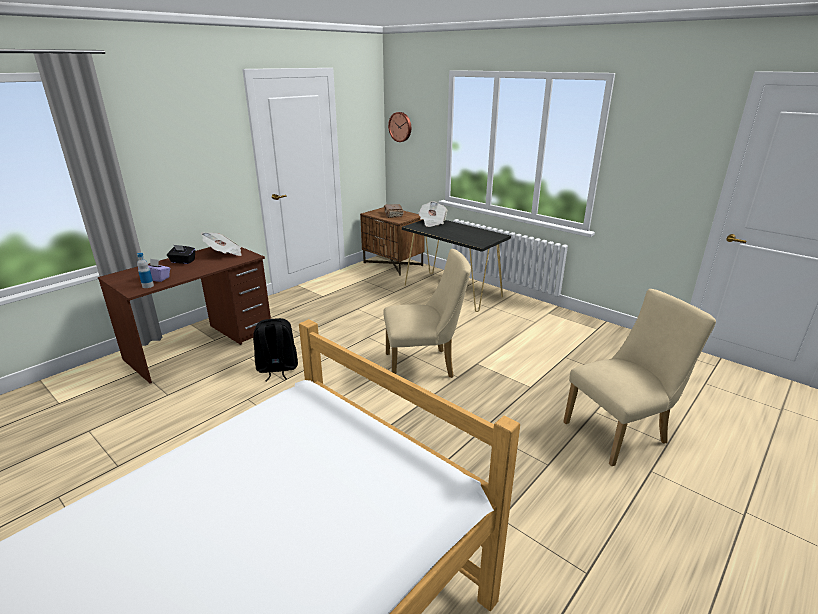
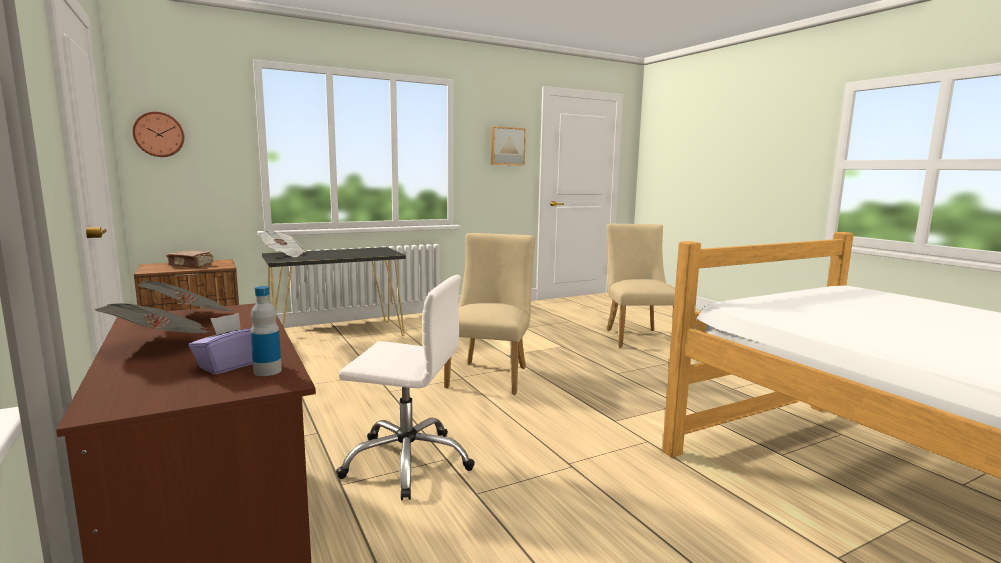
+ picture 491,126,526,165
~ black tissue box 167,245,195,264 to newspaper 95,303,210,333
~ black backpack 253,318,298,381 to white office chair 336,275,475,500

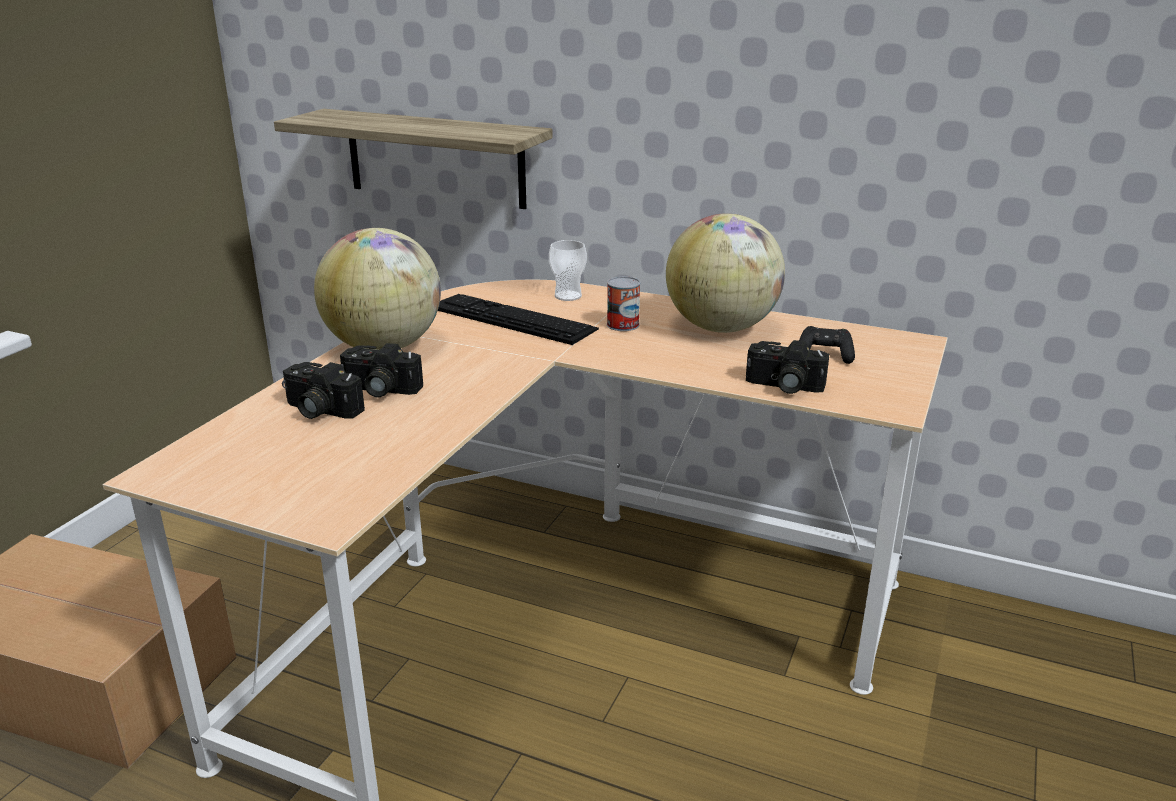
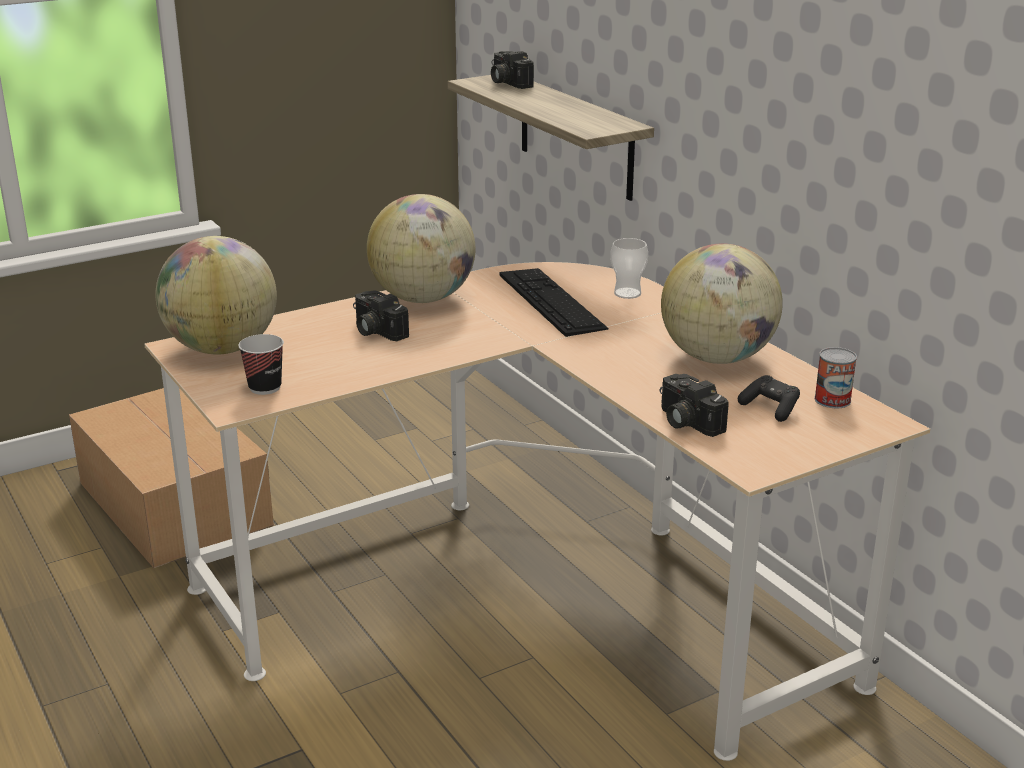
+ globe 155,236,277,354
+ cup 238,334,284,395
~ photo camera 282,362,365,419 to 491,51,534,89
~ can 607,276,641,331 to 814,347,857,408

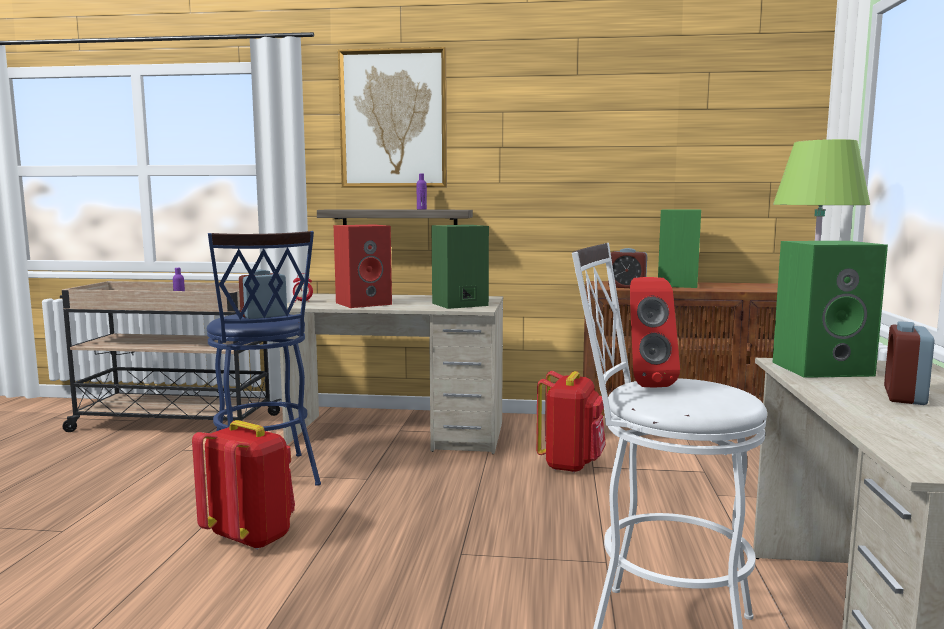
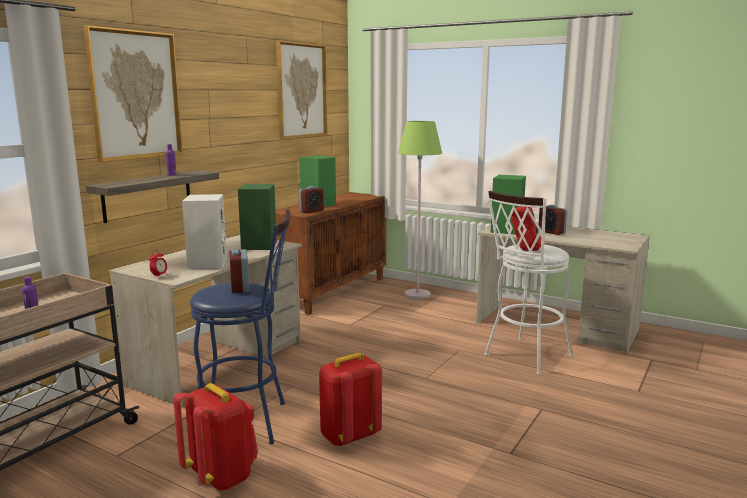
+ picture 276,40,327,140
~ red backpack 536,371,606,473 to 173,383,258,491
~ red speaker 334,224,392,308 to white speaker 182,194,227,269

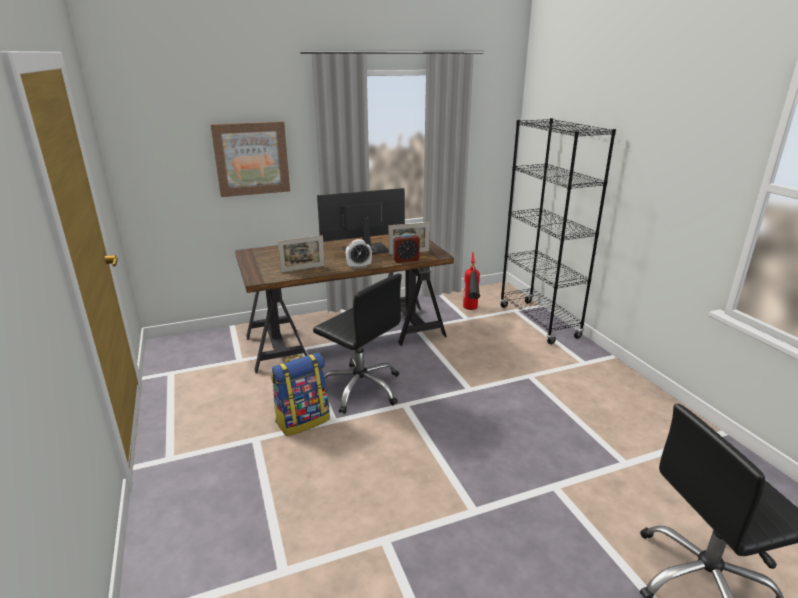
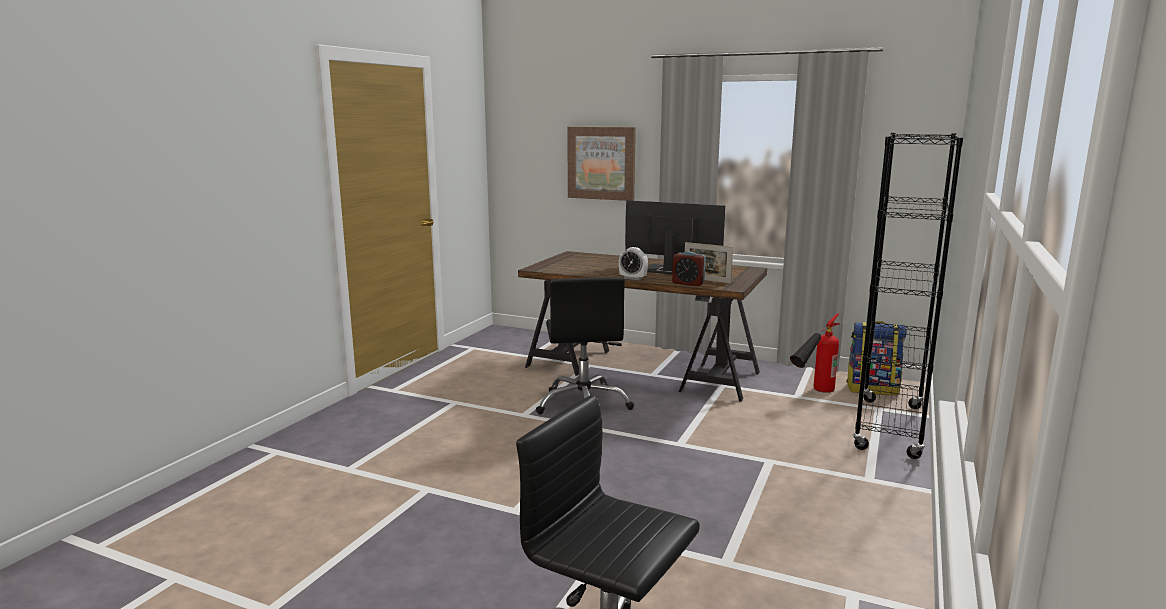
- picture frame 278,235,325,272
~ backpack 271,353,330,436 to 846,321,907,395

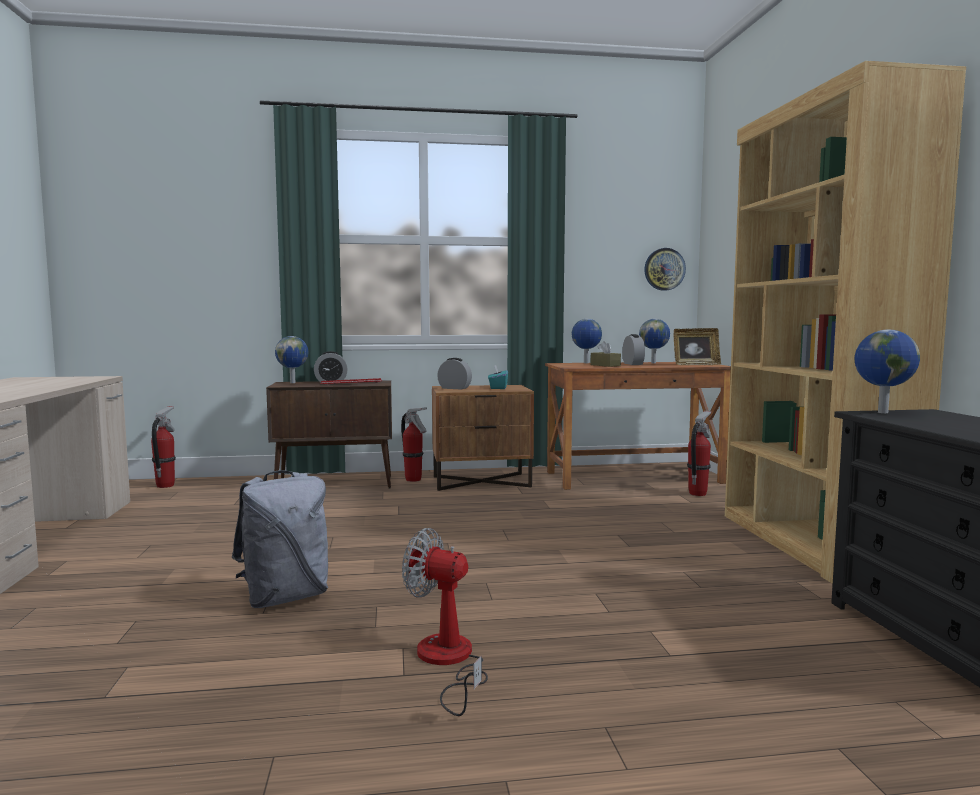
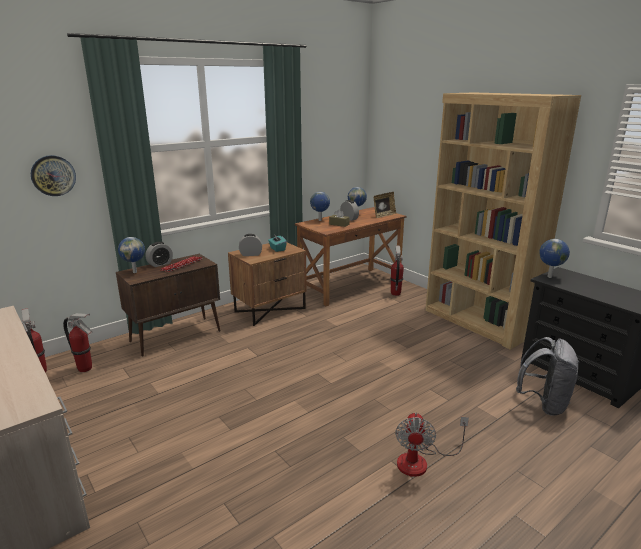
~ grey backpack 232,470,328,608 to 516,337,579,416
~ fire extinguisher 401,407,427,482 to 63,313,92,372
~ wall clock 644,248,686,291 to 31,155,76,196
~ fan 402,528,488,716 = 395,413,469,477 75 degrees counterclockwise

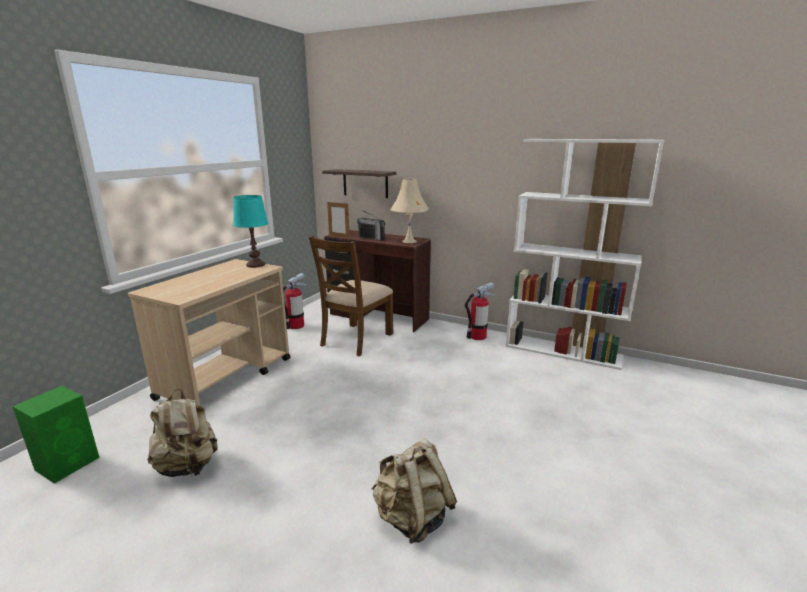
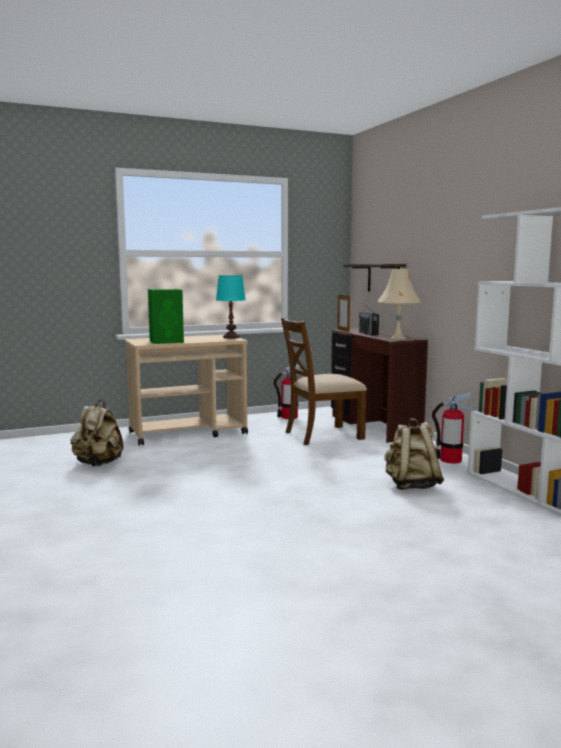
~ green speaker 12,386,100,484 to 148,289,184,344
~ beige backpack 371,438,457,544 to 385,418,444,490

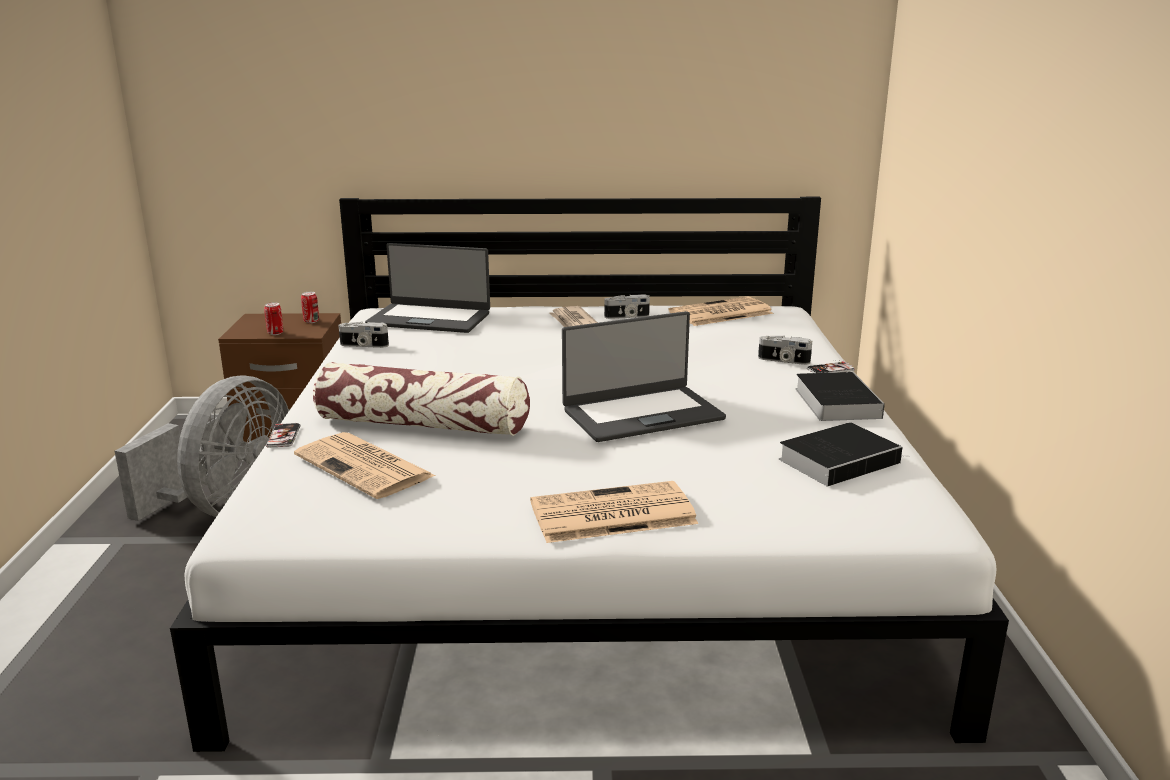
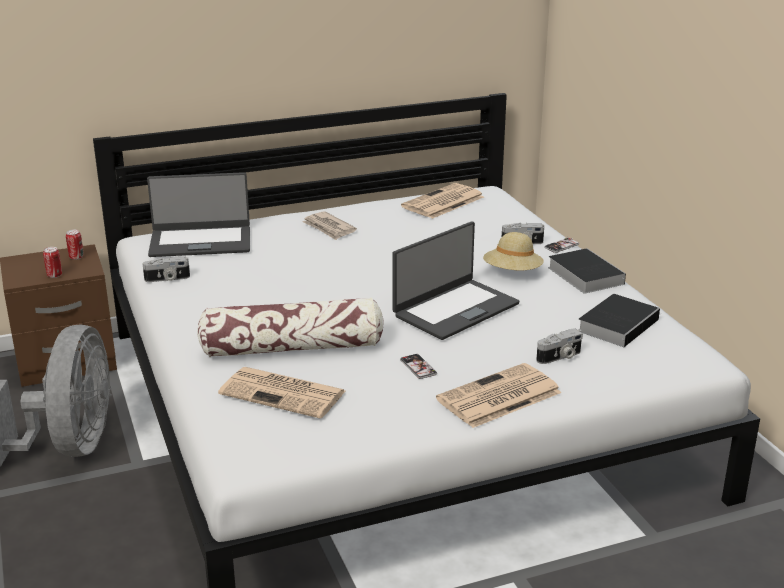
+ beige hat 483,232,544,270
~ phone 266,423,301,447 to 400,354,437,379
~ photo camera 604,294,650,319 to 536,328,583,364

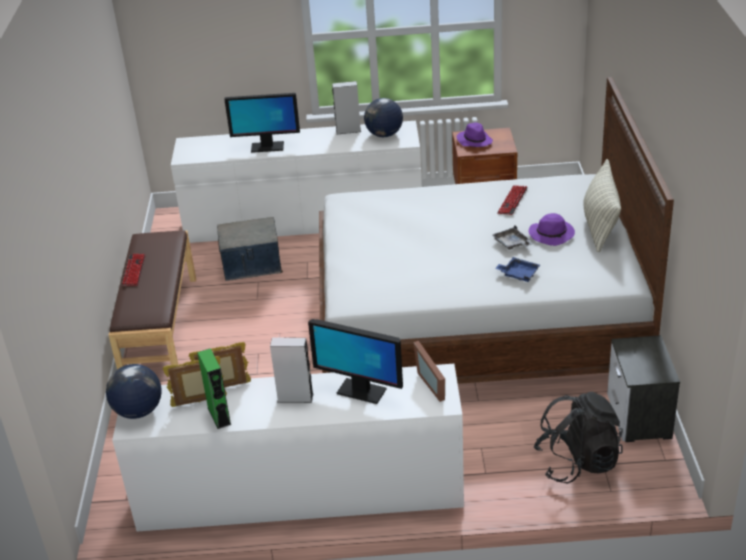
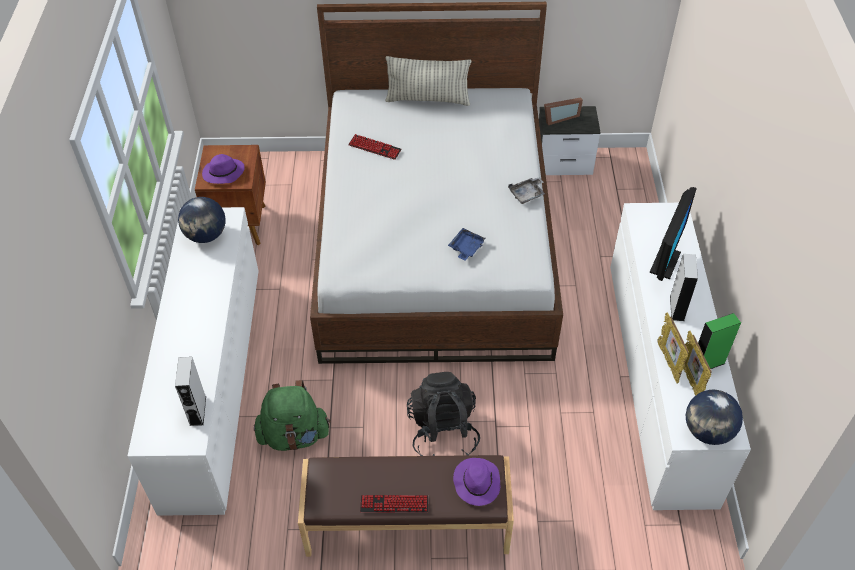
- monitor 224,93,300,153
~ grey speaker 332,81,361,134 to 175,357,206,426
~ picture frame 413,341,445,402 to 544,97,583,125
~ grey tray 492,225,532,250 to 508,177,545,204
~ blue tray 495,257,540,282 to 448,228,486,261
~ purple hat 529,213,575,246 to 453,458,500,506
~ black backpack 534,392,623,483 to 407,372,480,456
~ storage box 217,217,283,281 to green backpack 254,380,331,451

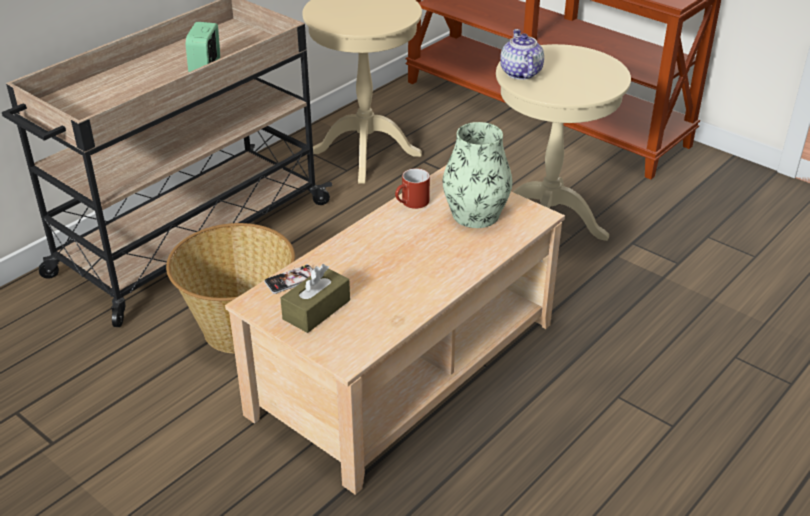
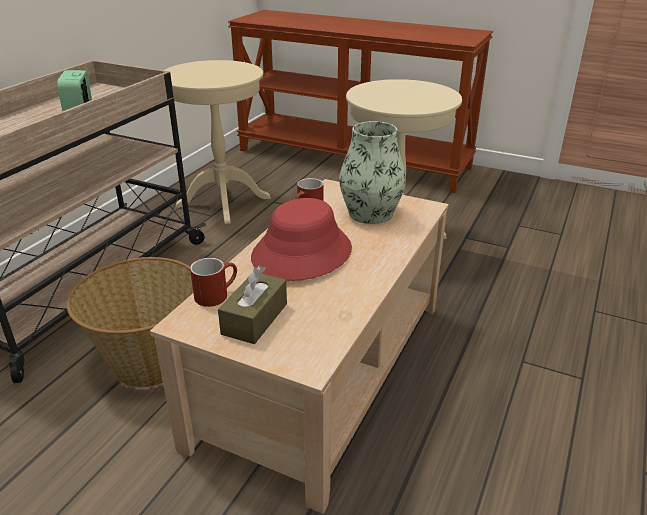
- teapot 500,29,544,80
+ red hat 251,198,352,280
~ phone 264,264,313,294 to red mug 190,258,237,307

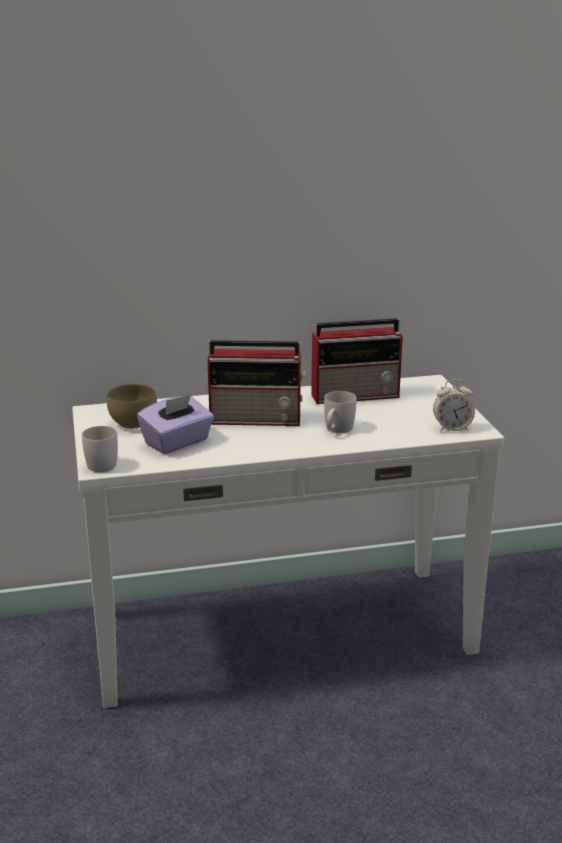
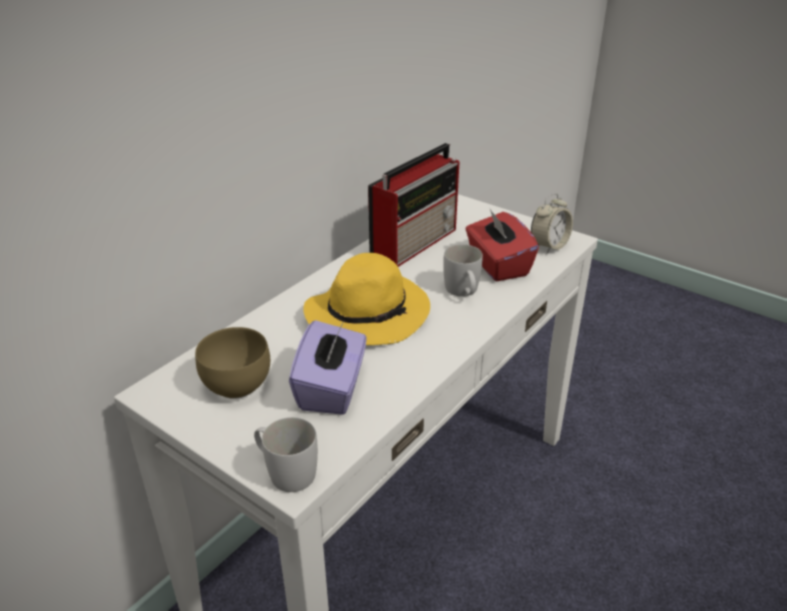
+ red tissue box 466,209,539,281
~ radio 208,340,306,426 to yellow hat 304,253,430,345

